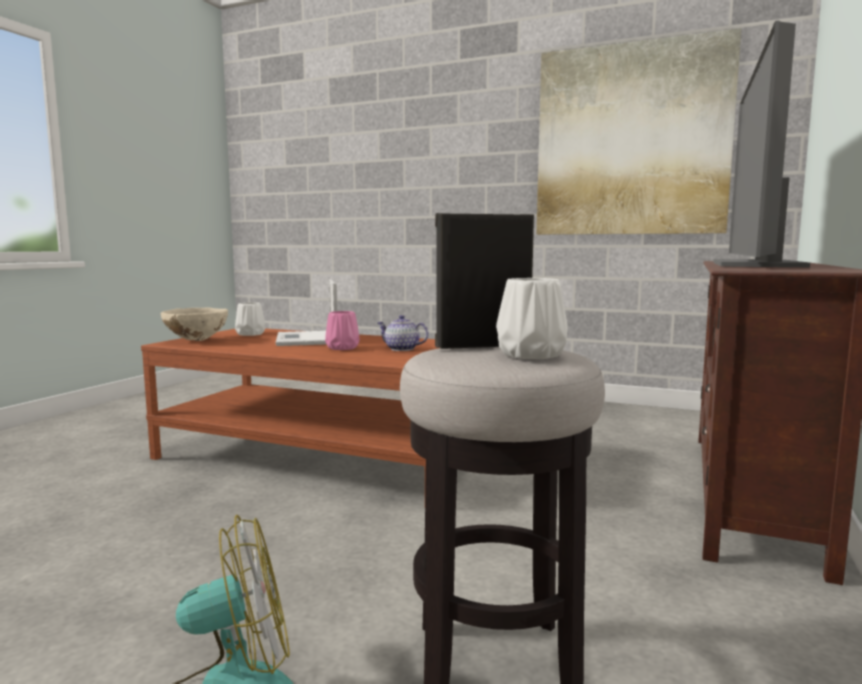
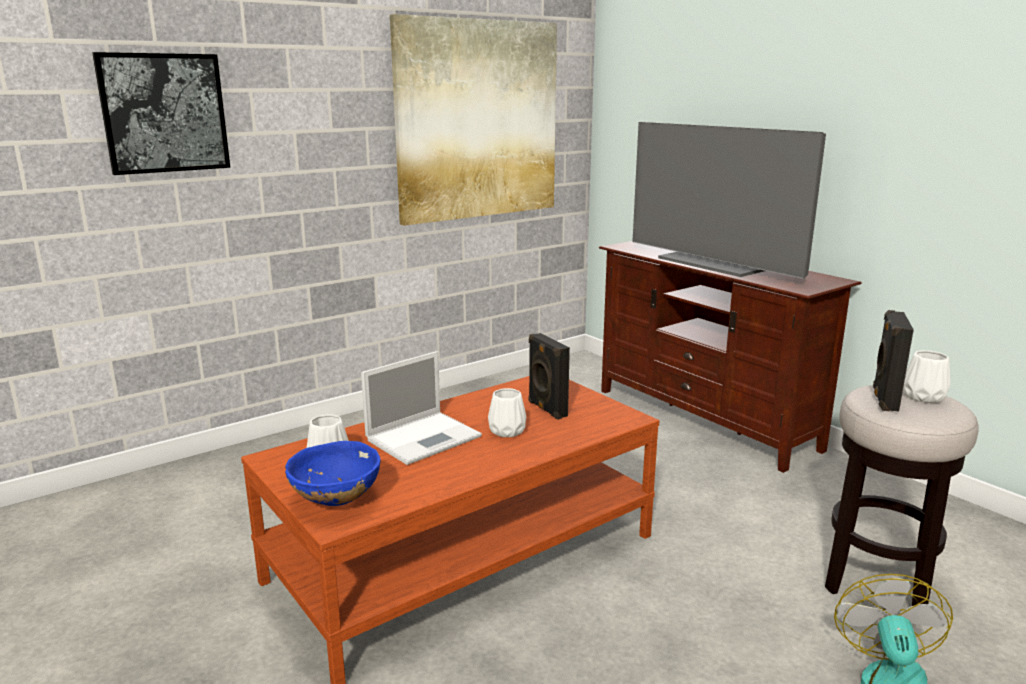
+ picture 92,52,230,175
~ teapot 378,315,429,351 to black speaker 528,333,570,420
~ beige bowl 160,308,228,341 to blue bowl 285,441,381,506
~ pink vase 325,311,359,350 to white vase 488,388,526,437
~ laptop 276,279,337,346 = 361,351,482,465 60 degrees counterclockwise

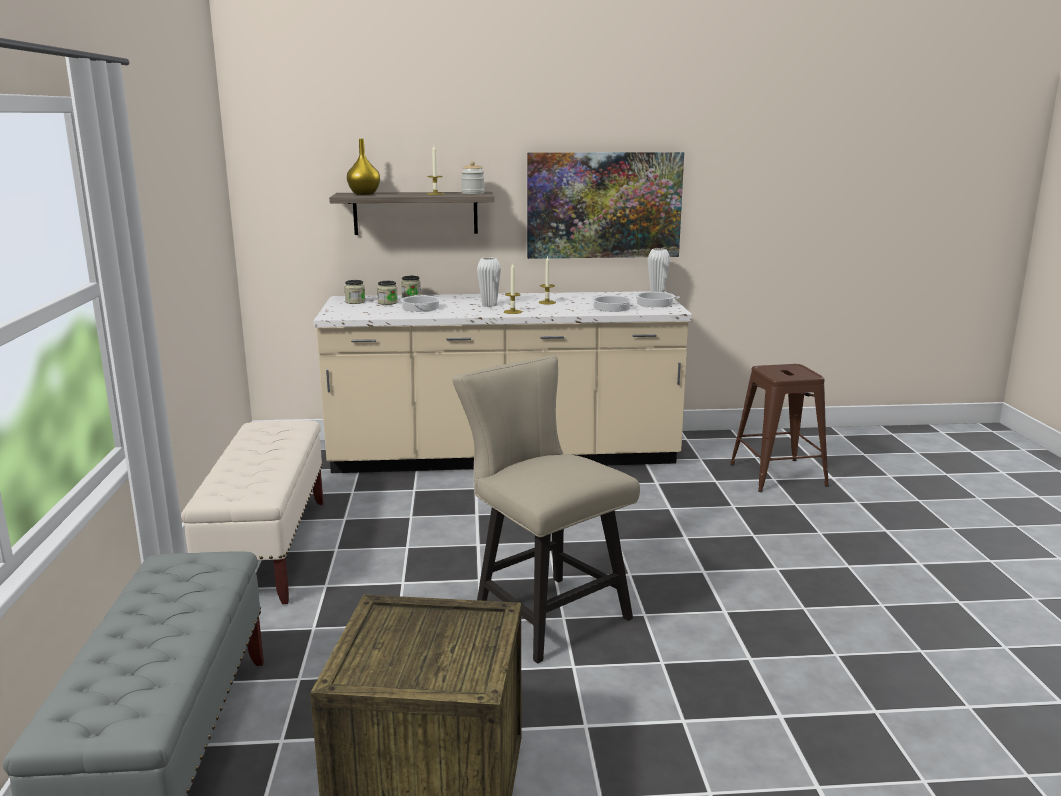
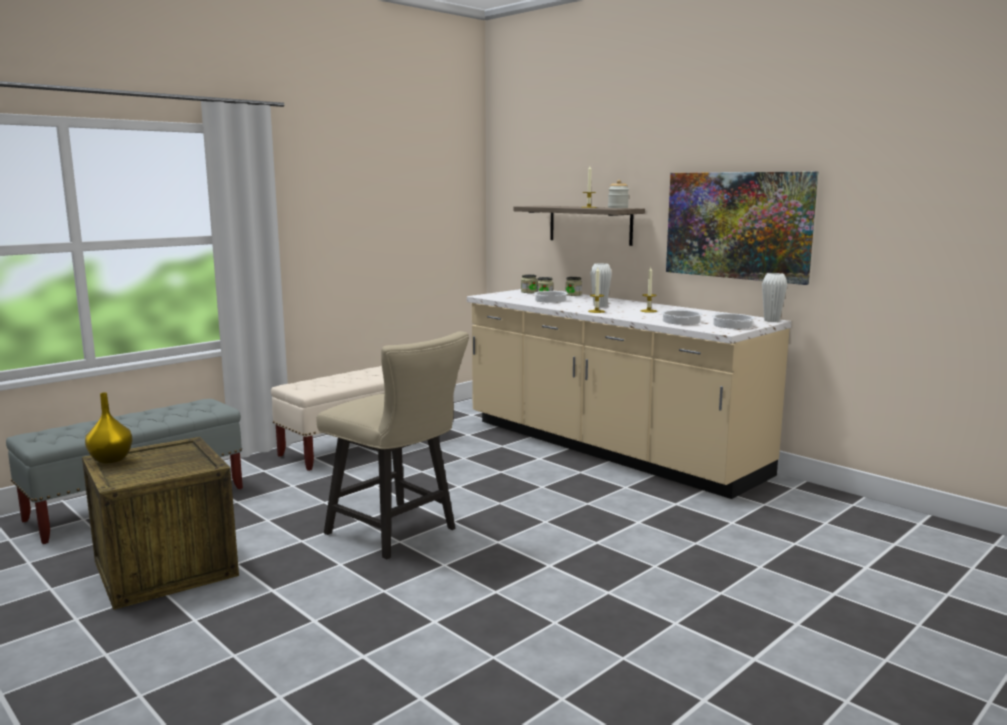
- brown stool 730,364,829,492
~ yellow vase 347,139,380,195 to 85,392,132,464
~ beige chair 453,355,640,664 = 316,331,469,559 120 degrees clockwise

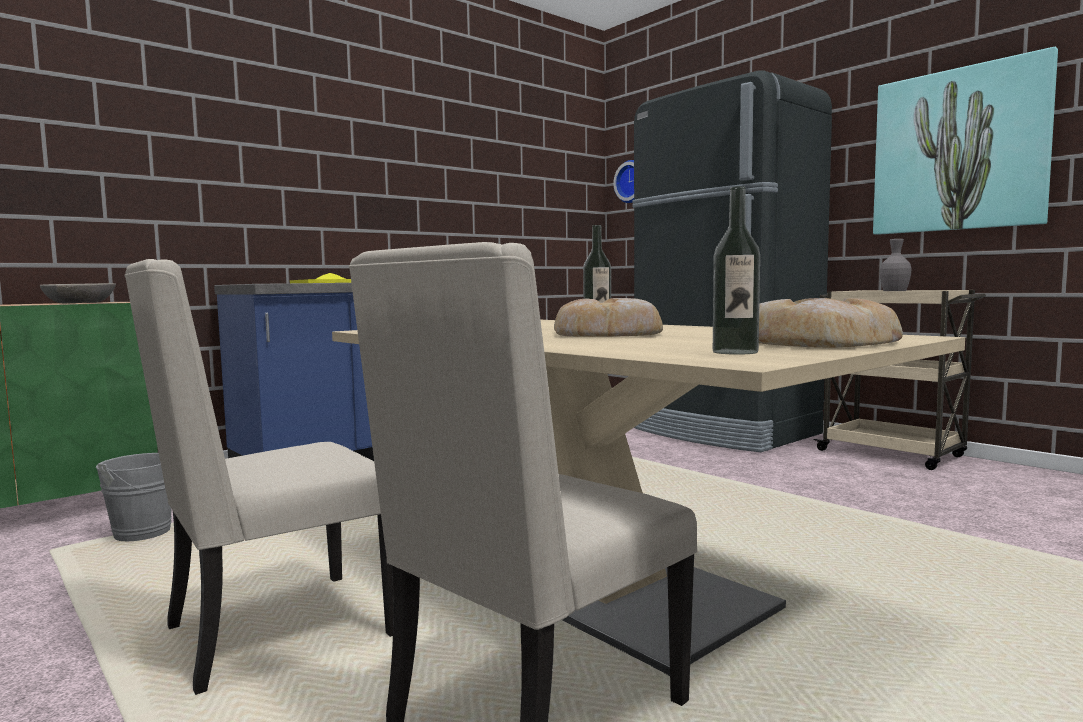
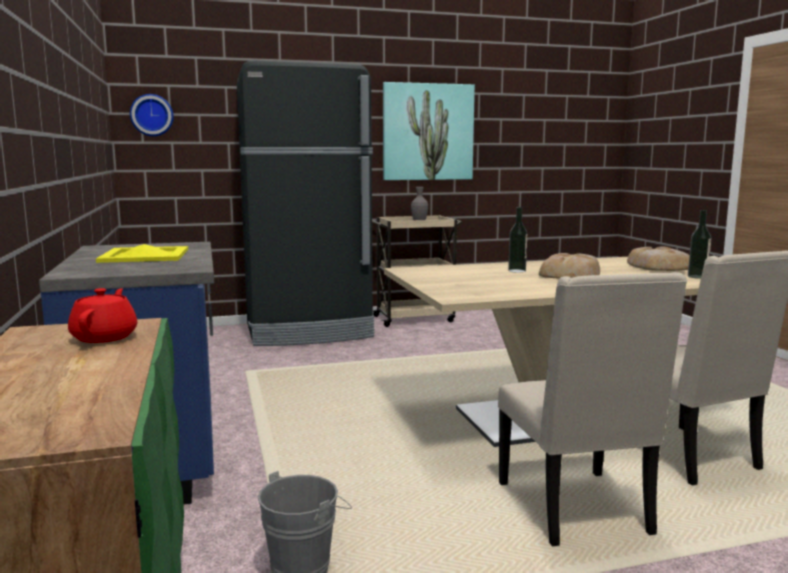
~ grey bowl 40,283,116,303 to red teapot 68,288,137,343

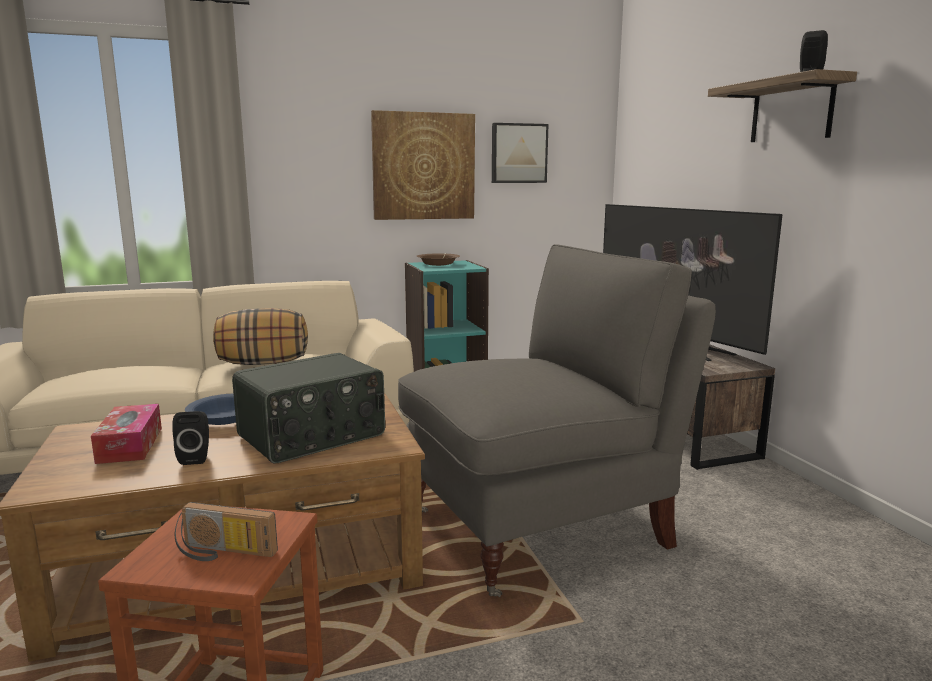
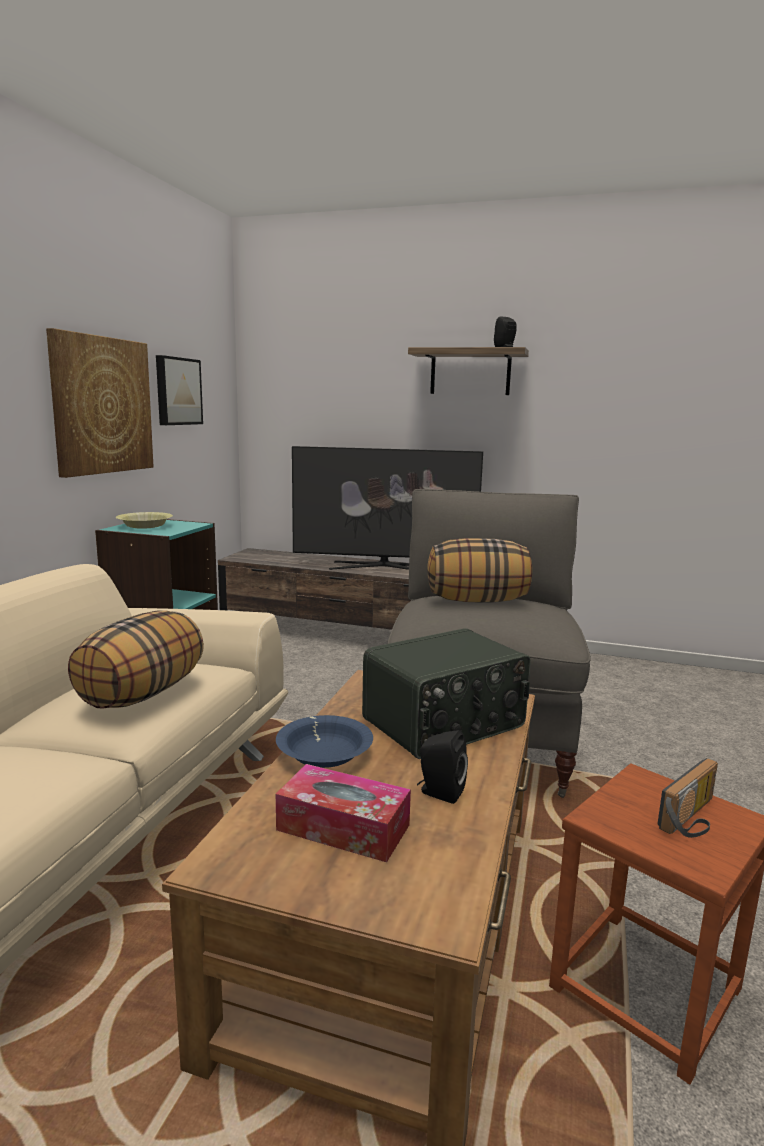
+ pillow 427,538,532,602
~ brown bowl 417,253,460,266 to yellow bowl 116,512,173,529
~ radio 232,353,385,464 = 362,628,530,759 60 degrees clockwise

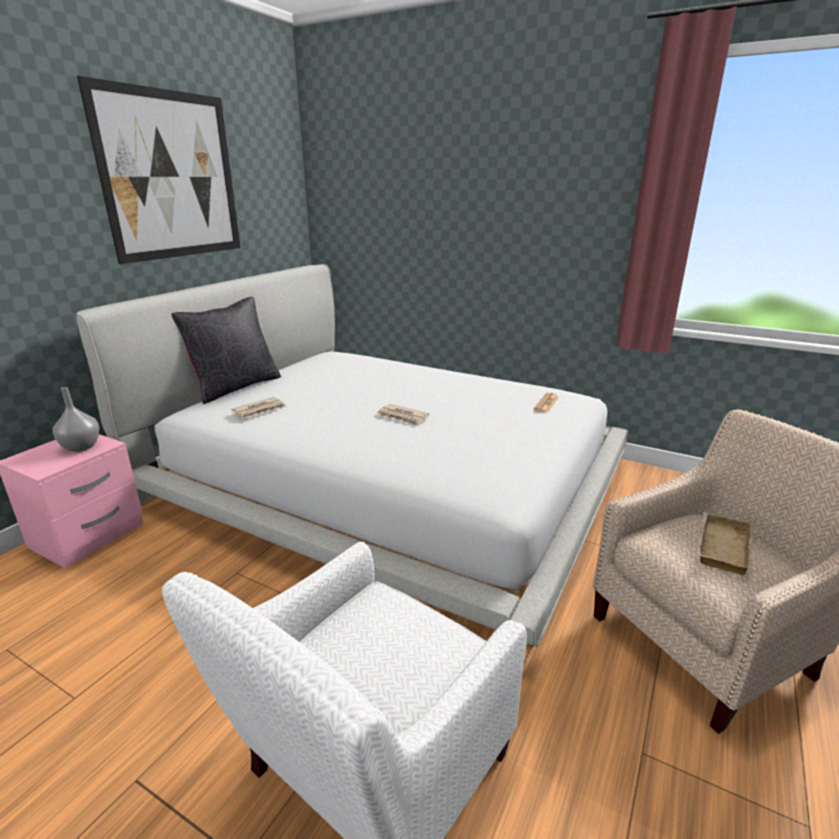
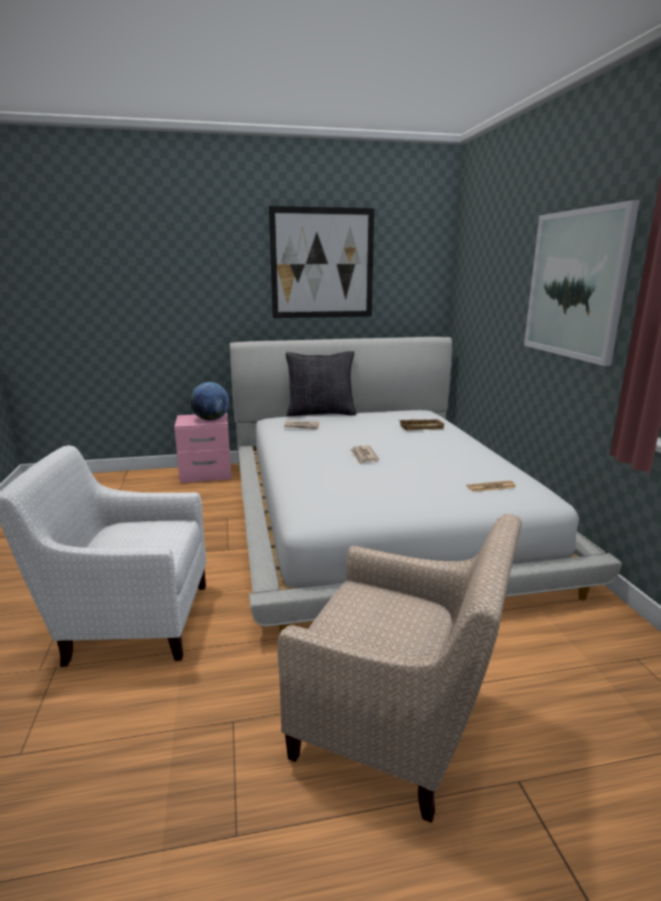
+ picture 524,200,640,366
~ beige tray 697,512,752,575 to 398,419,445,430
~ grey vase 53,387,99,452 to globe 190,382,229,421

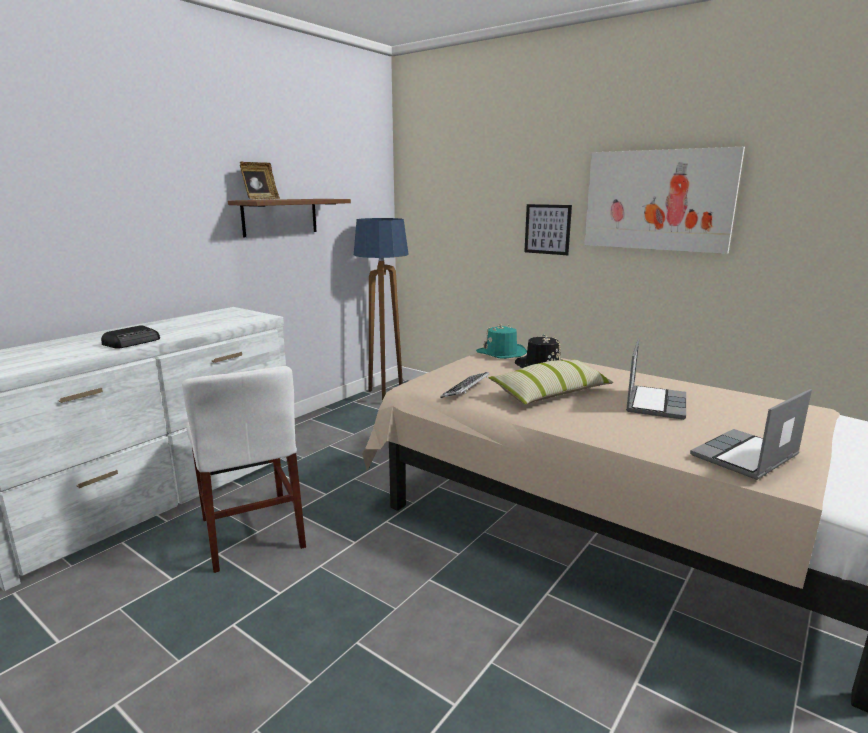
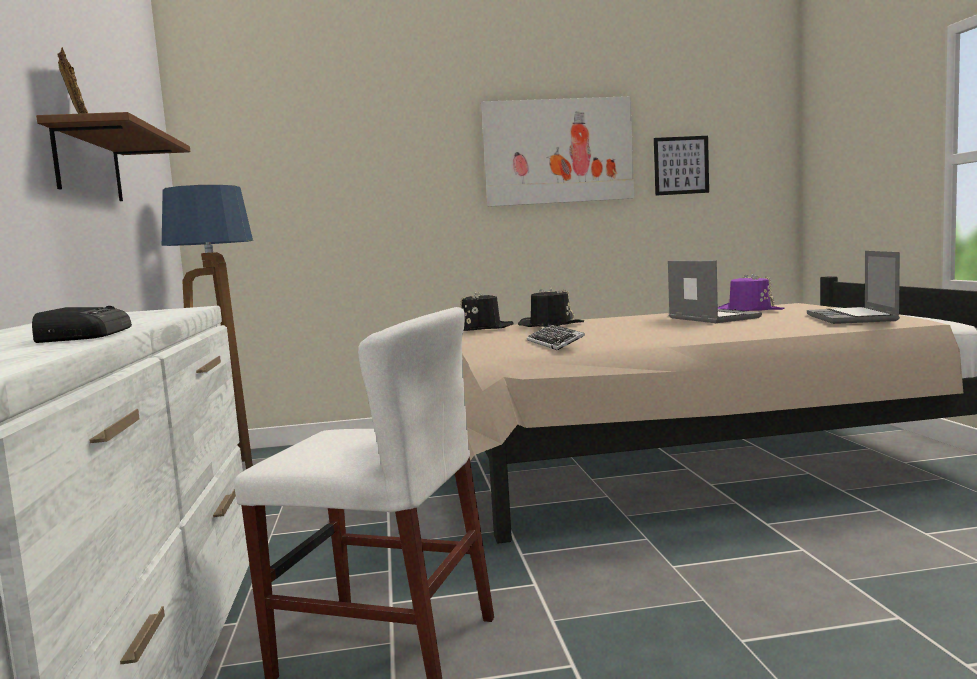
- pillow 488,359,613,405
+ purple hat 718,273,785,311
~ picture 524,204,572,255 to 654,136,709,196
~ turquoise hat 476,324,527,359 to black hat 460,290,514,331

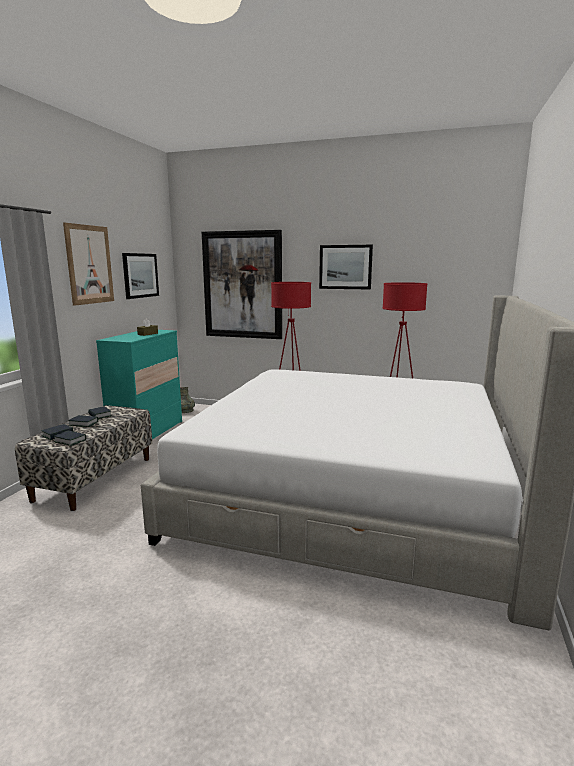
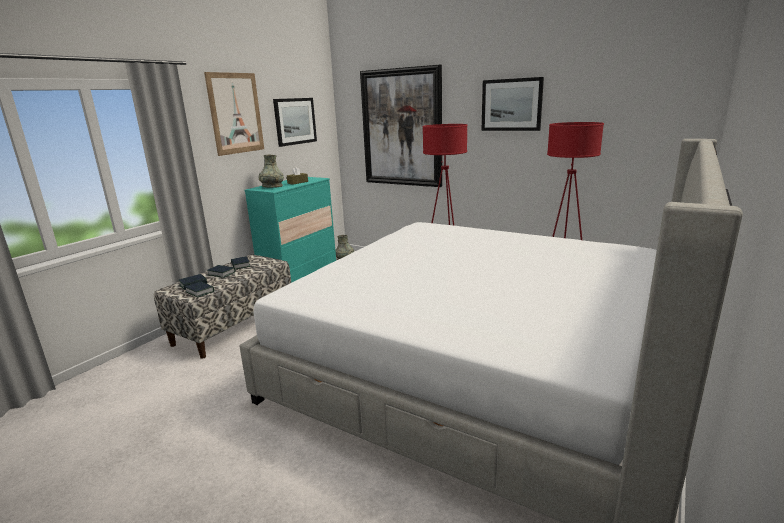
+ grey vase 258,155,284,188

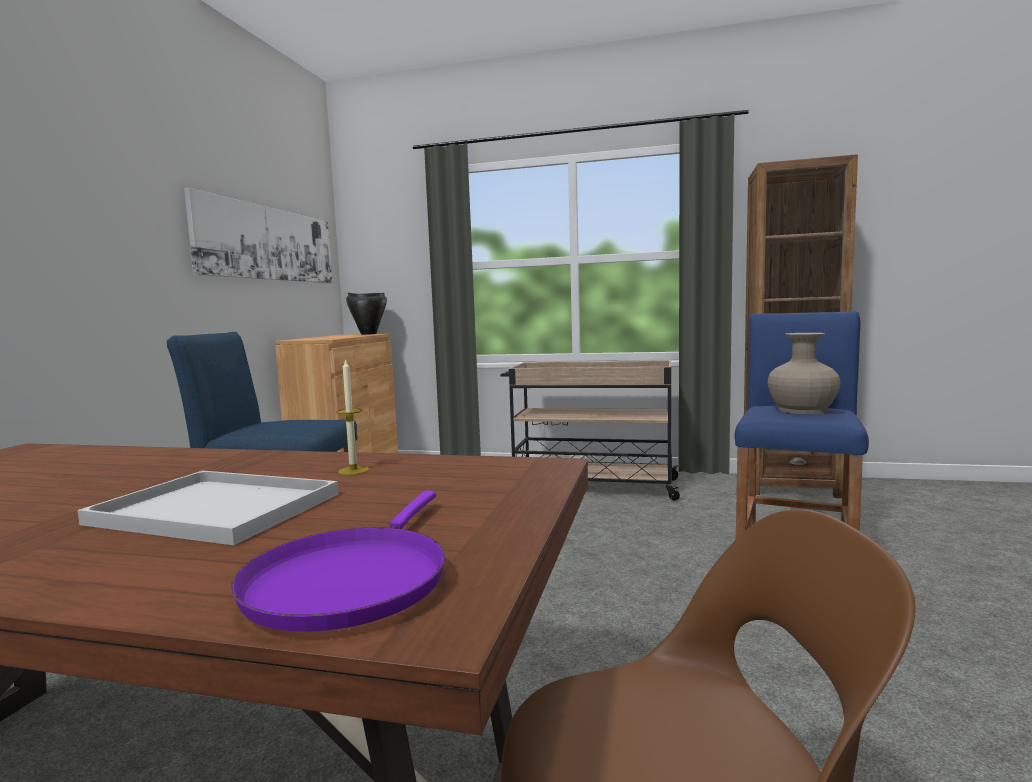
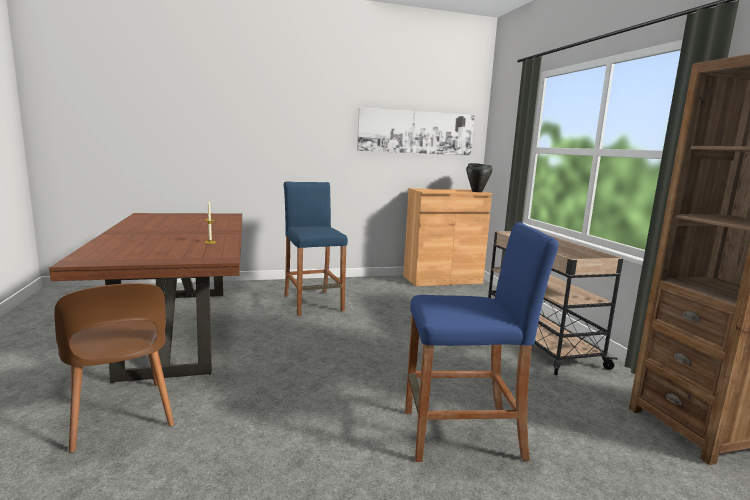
- white tray 77,471,339,545
- purple frying pan 231,490,445,632
- beige vase 768,333,840,414

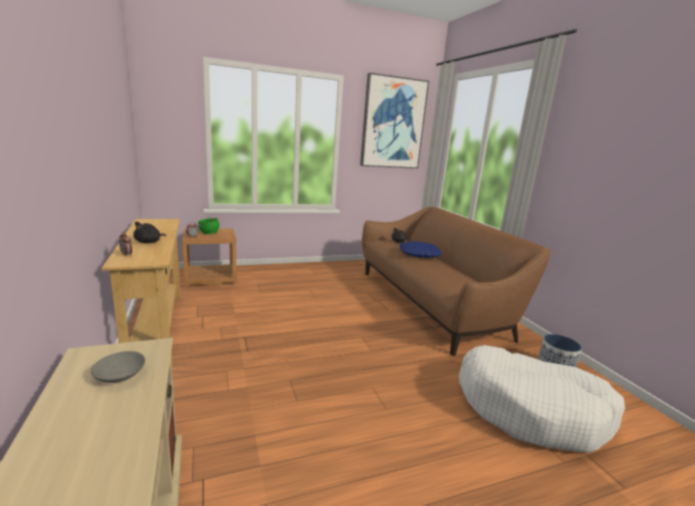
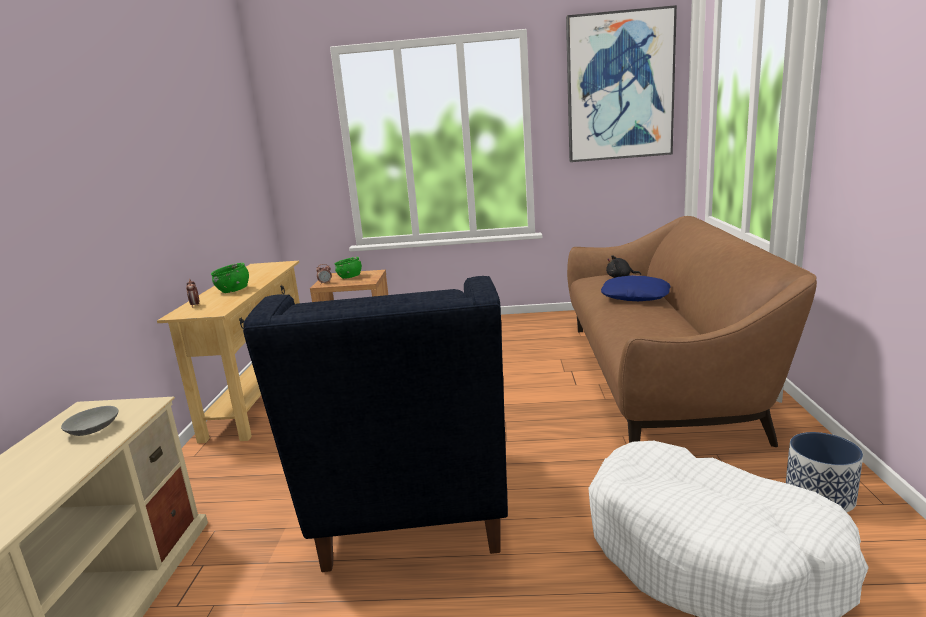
+ blue armchair 243,276,508,572
~ black plush toy 133,222,166,243 to green bowl 211,263,249,293

